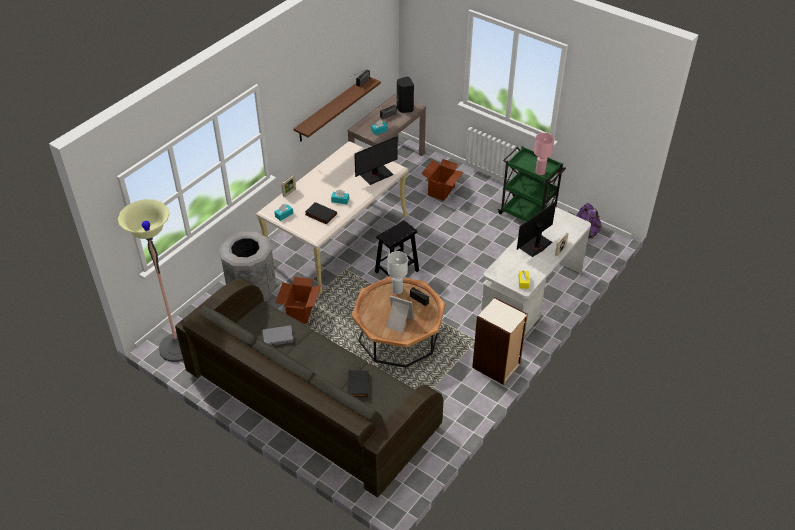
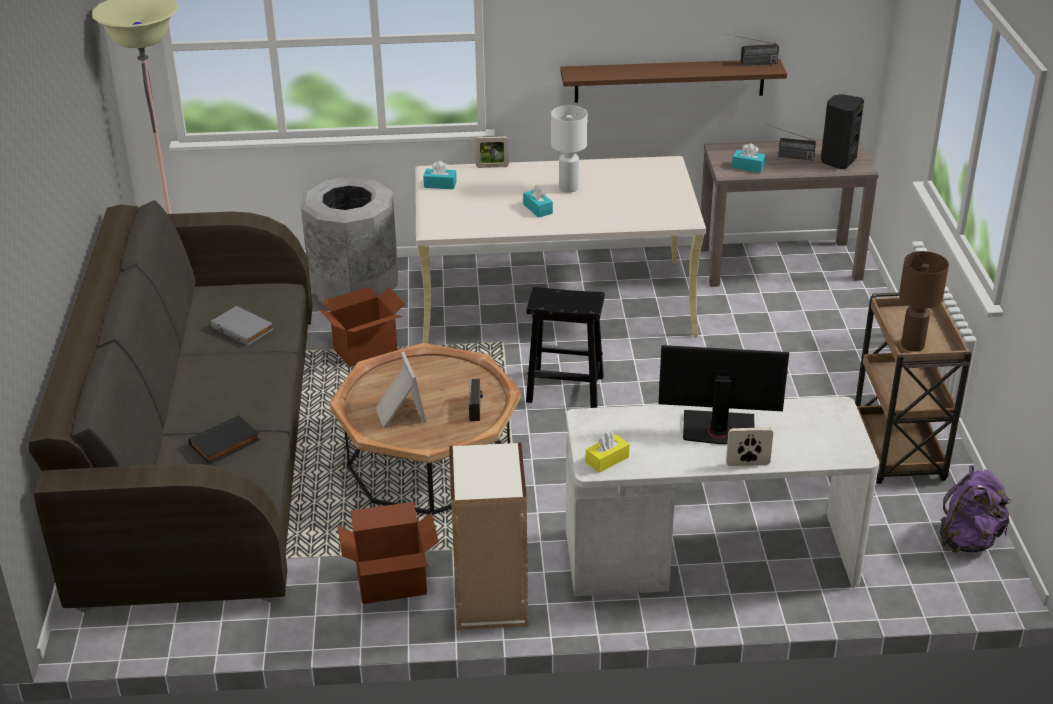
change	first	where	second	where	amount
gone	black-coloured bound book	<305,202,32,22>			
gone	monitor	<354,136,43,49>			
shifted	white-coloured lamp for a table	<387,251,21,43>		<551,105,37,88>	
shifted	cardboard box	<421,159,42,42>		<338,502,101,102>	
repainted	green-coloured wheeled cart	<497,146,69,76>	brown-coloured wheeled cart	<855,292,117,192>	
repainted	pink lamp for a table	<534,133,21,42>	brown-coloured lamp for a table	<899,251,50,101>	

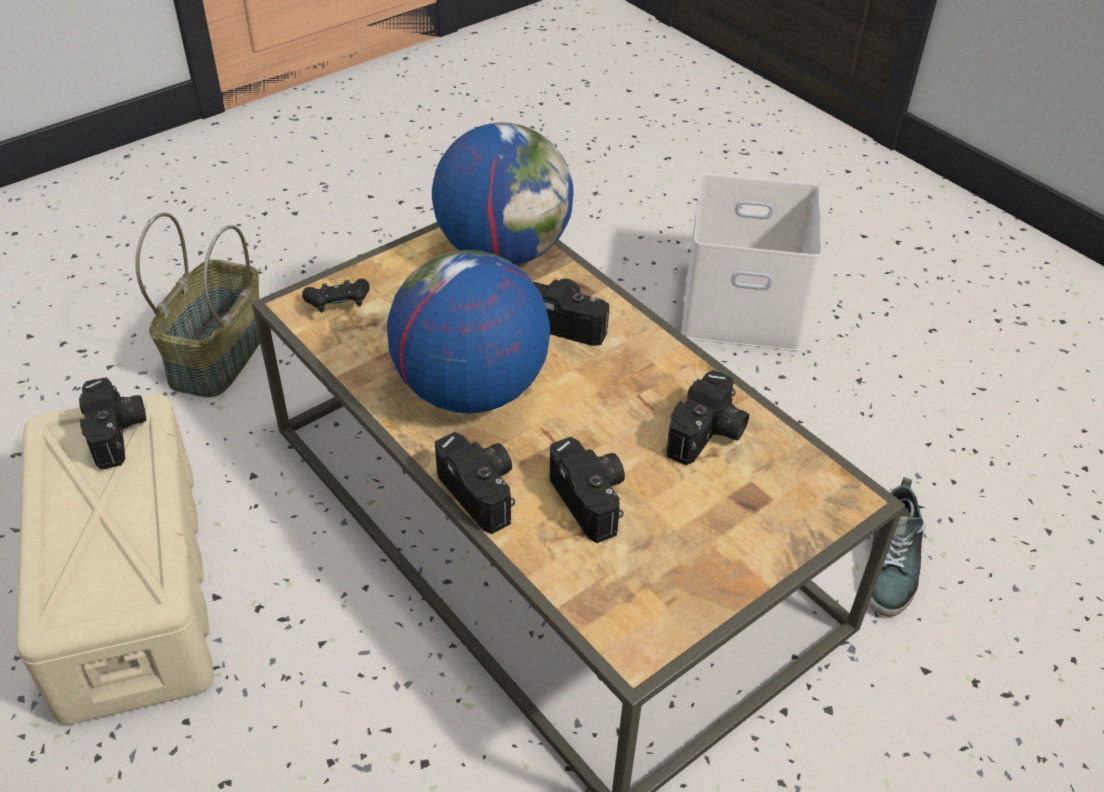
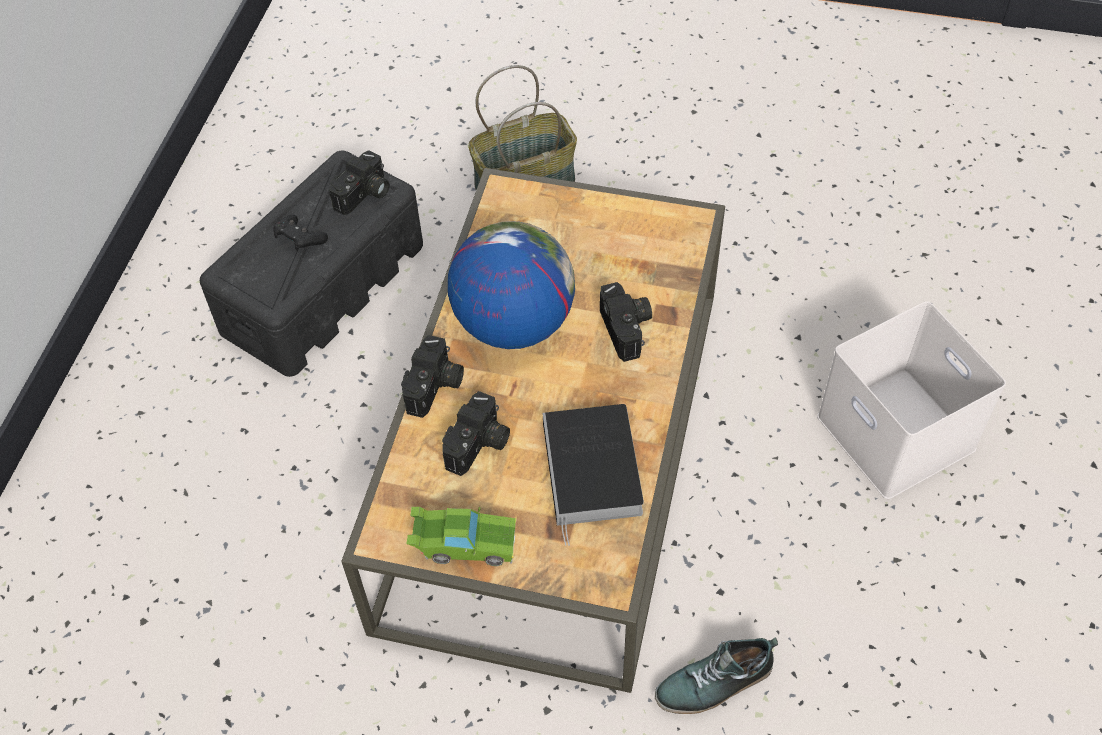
change	first	where	second	where	amount
repainted	beige-coloured storage bin	<16,394,198,331>	black-coloured storage bin	<200,151,223,226>	
shifted	black-coloured game controller	<302,279,68,34>		<273,215,55,36>	
gone	world globe	<432,122,142,143>			
swapped	still camera	<667,370,82,95>	bound book	<543,404,101,142>	
new			green-coloured model car	<407,507,110,59>	

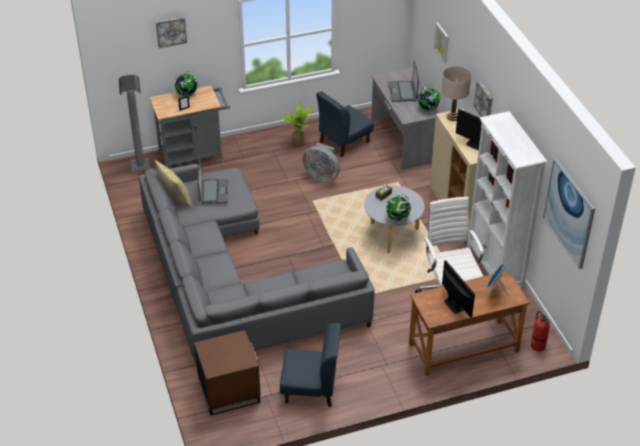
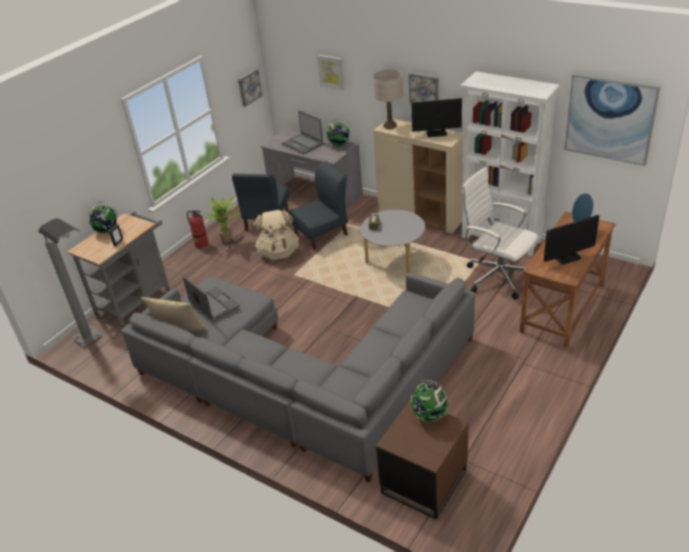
change	first	where	second	where	amount
shifted	wall picture	<156,17,31,31>		<238,69,24,38>	
shifted	blue-coloured upright chair	<280,323,61,84>		<288,161,60,88>	
swapped	grey electric fan	<303,142,37,40>	beige-coloured knapsack	<253,210,46,50>	
shifted	world globe	<386,193,25,28>		<409,380,39,42>	
rotated	monitor	<442,260,33,58>		<544,215,55,50>	135 degrees clockwise
shifted	extinguisher	<531,311,19,40>		<187,210,21,38>	

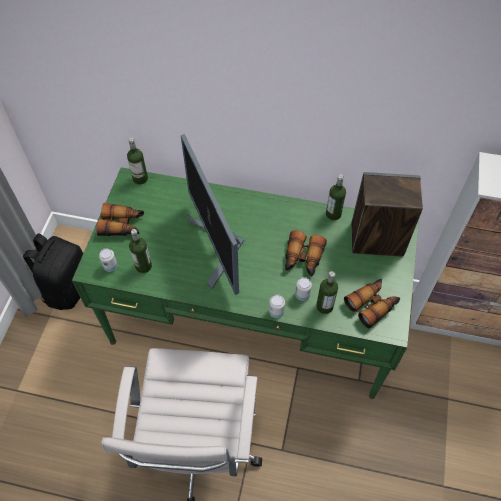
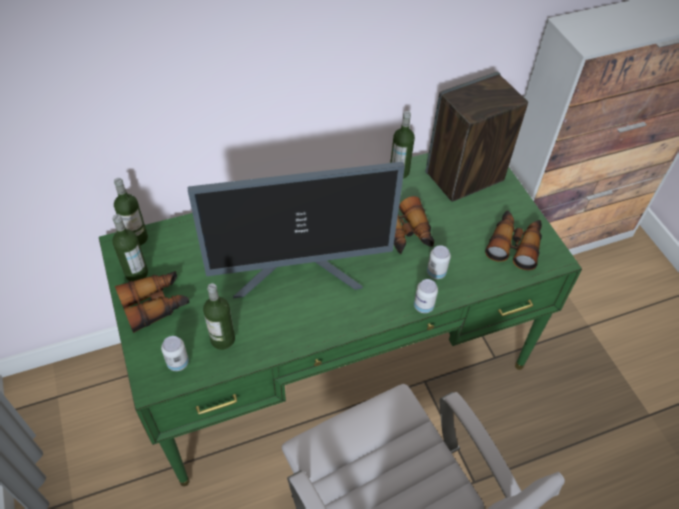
change	first	where	second	where	amount
gone	black-coloured knapsack	<23,233,60,77>			
rotated	monitor	<181,134,63,161>		<188,162,217,136>	45 degrees counterclockwise
shifted	beverage bottle	<316,271,22,43>		<112,214,36,67>	

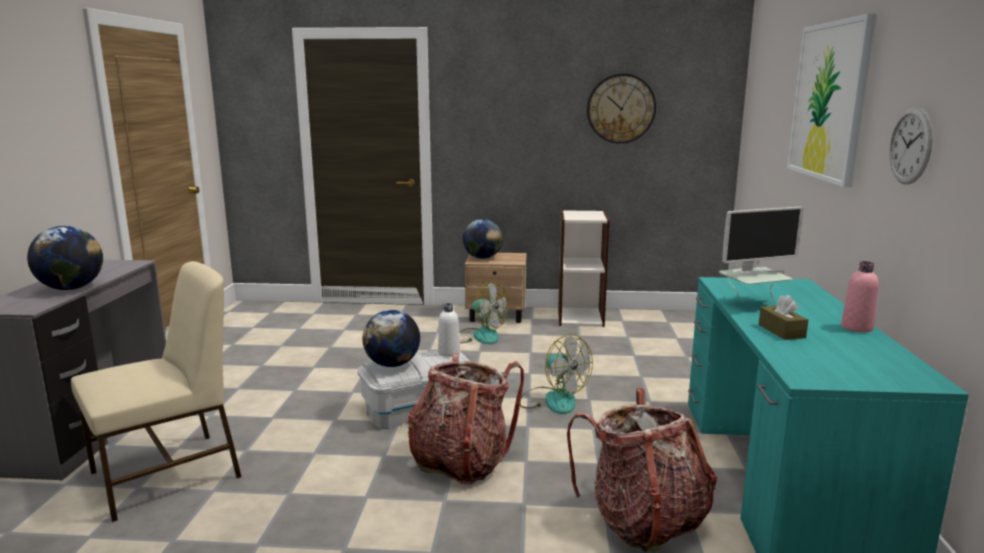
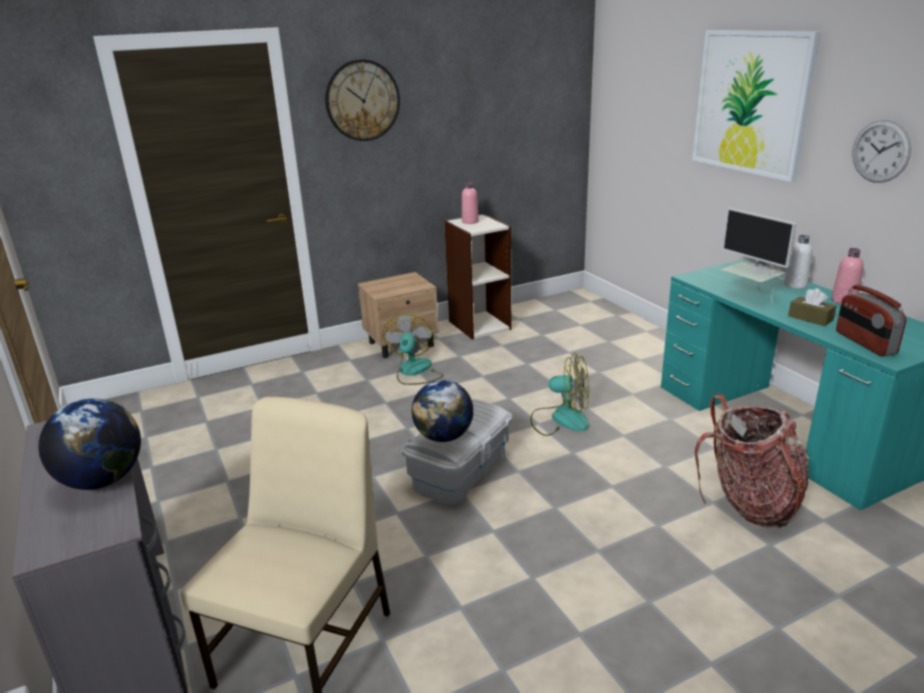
change	first	where	second	where	amount
gone	knapsack	<408,353,116,132>			
shifted	white-coloured beverage bottle	<438,303,22,54>		<784,235,29,54>	
rotated	electric fan	<459,281,50,63>		<383,314,60,71>	90 degrees counterclockwise
gone	world globe	<463,219,39,40>			
shifted	wall clock	<587,73,69,71>		<325,59,75,82>	
rotated	monitor	<719,207,84,95>		<722,208,74,95>	105 degrees clockwise
new			pink beverage bottle	<462,182,17,42>	
new			radio	<836,285,71,72>	

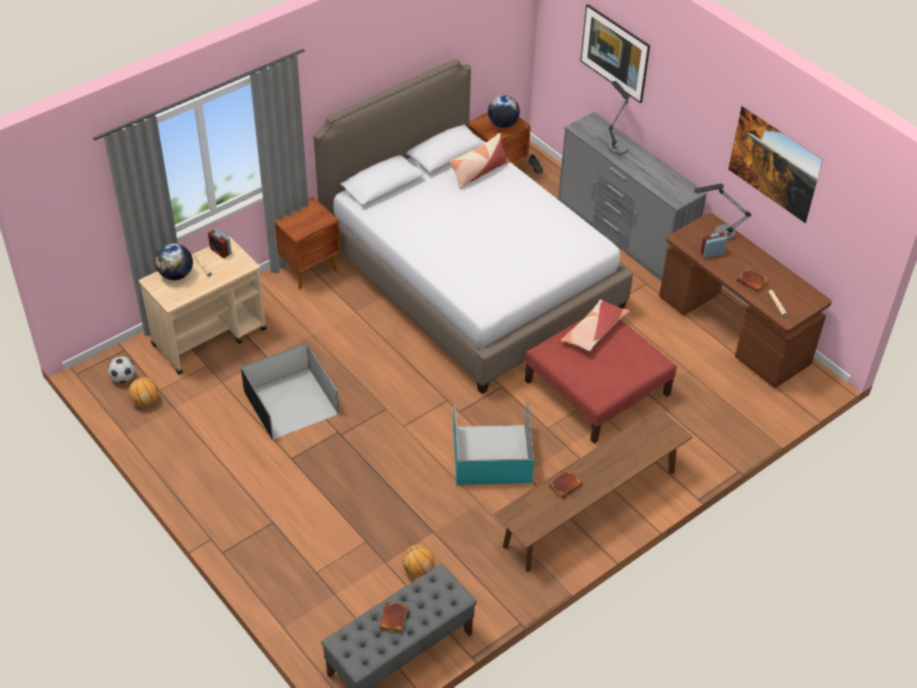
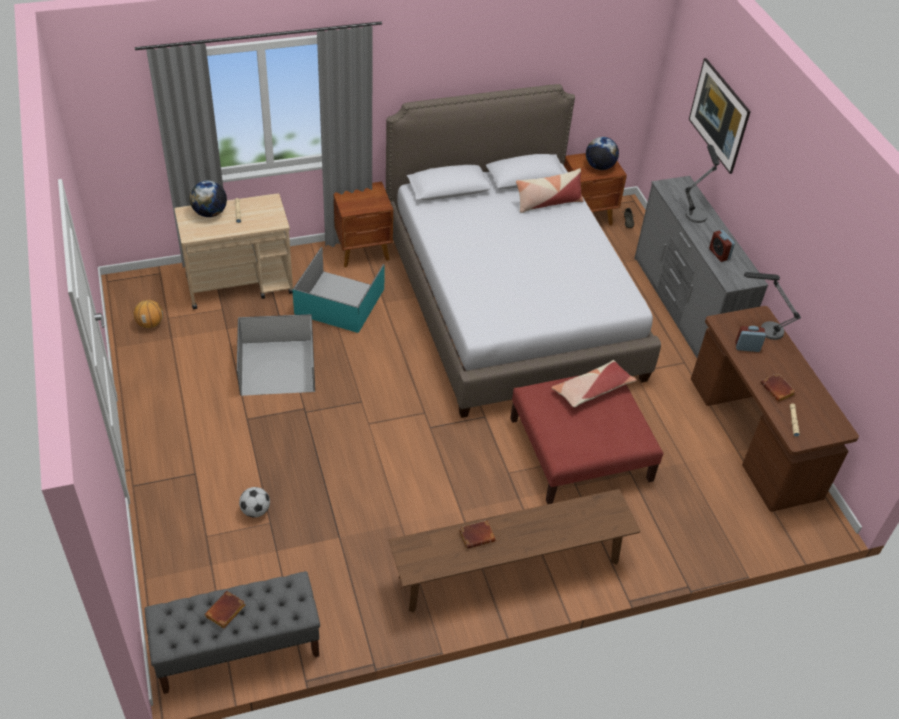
change	first	where	second	where	amount
shifted	ball for football	<108,357,27,26>		<239,487,31,31>	
shifted	alarm clock	<208,228,24,30>		<709,230,26,32>	
gone	basketball ball	<402,545,32,32>			
shifted	turquoise-coloured storage bin	<453,402,81,83>		<292,247,93,86>	
gone	wall picture	<728,106,95,118>			

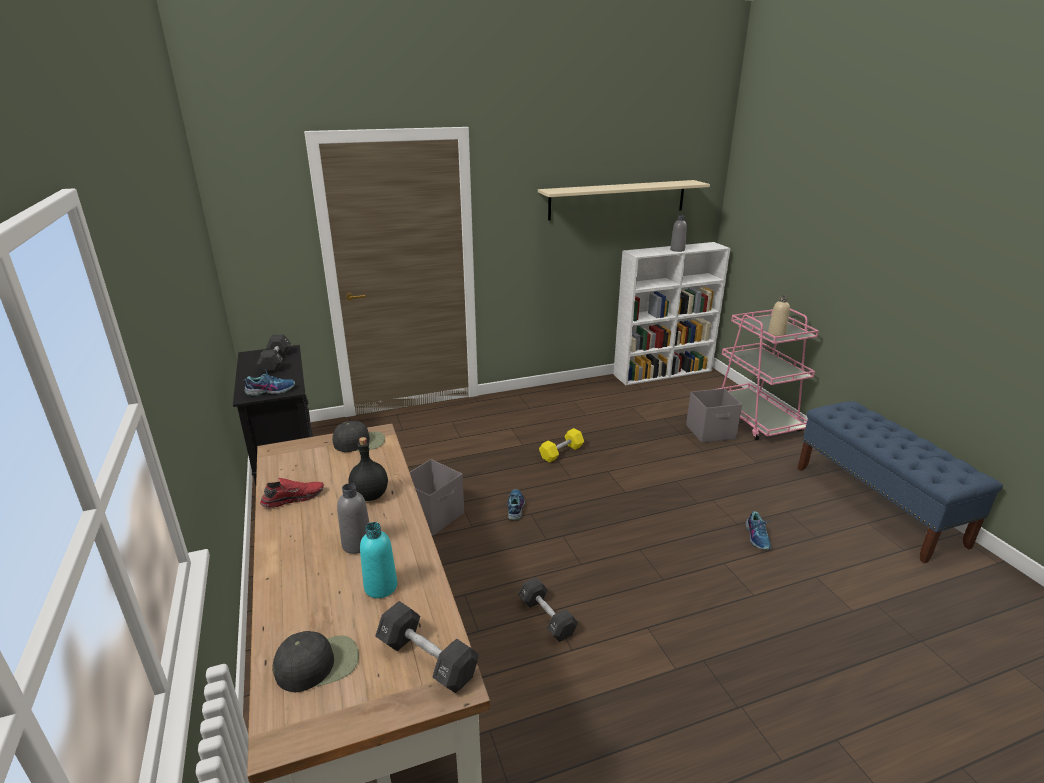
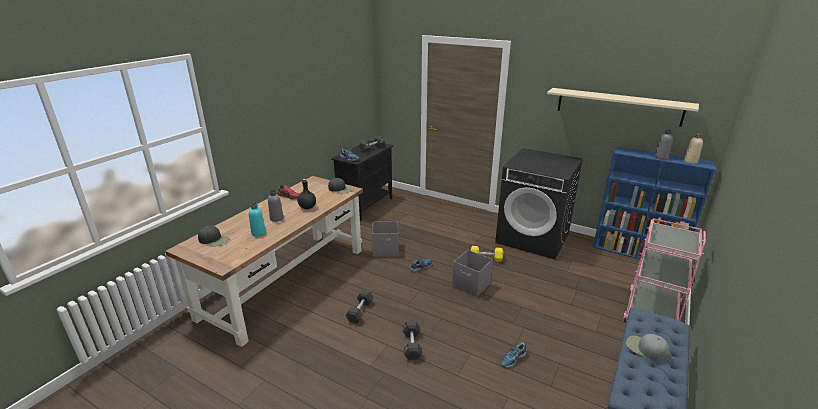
change	first	where	second	where	amount
shifted	black-coloured hand weight	<375,601,104,92>		<403,321,20,39>	
repainted	white-coloured bookcase	<613,242,118,143>	blue-coloured bookcase	<593,146,123,113>	
shifted	grey storage bin	<686,388,56,55>		<452,250,41,47>	
shifted	beige-coloured beverage bottle	<768,295,22,41>		<684,133,19,31>	
new			black-coloured washing machine	<495,148,88,111>	
new			grey cap	<626,334,43,27>	

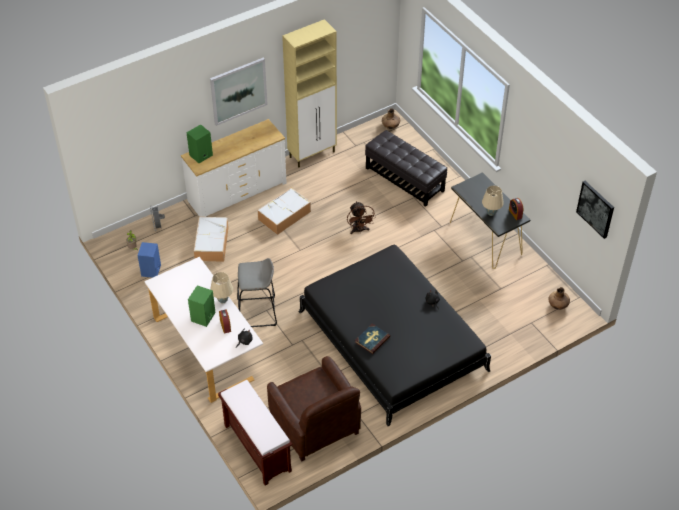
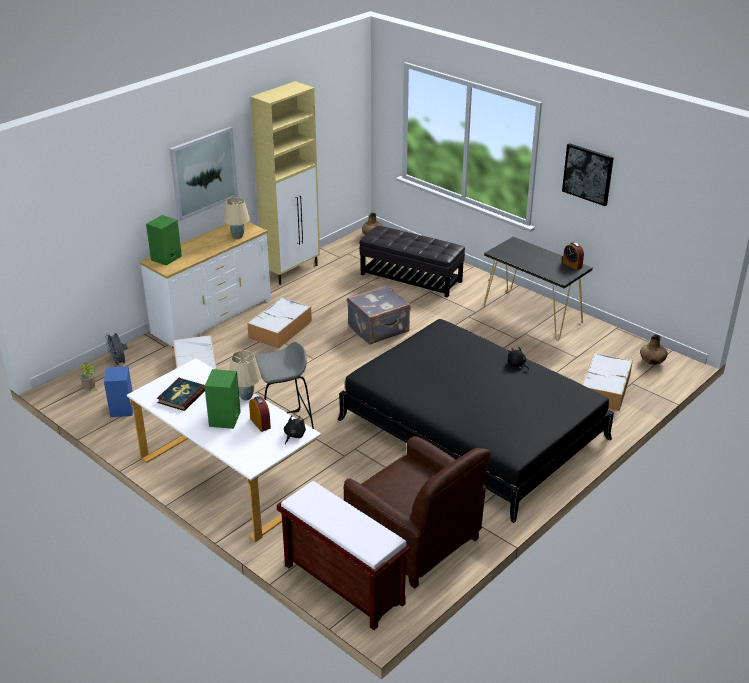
change	first	where	second	where	amount
swapped	brown-coloured electric fan	<347,201,29,33>	grey suitcase	<347,285,63,59>	
shifted	bound book	<355,323,35,31>		<157,378,48,33>	
shifted	beige-coloured lamp for a table	<482,186,22,30>		<223,197,27,42>	
shifted	wall picture	<576,181,38,58>		<562,143,52,63>	
new			storage bin	<582,353,51,58>	

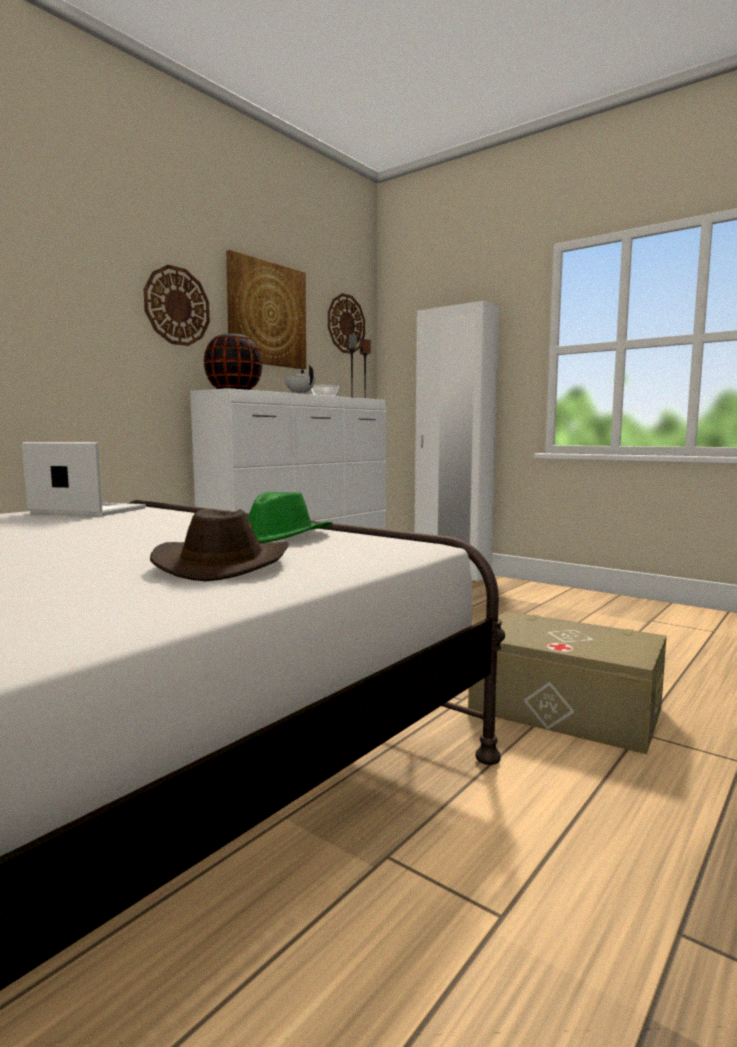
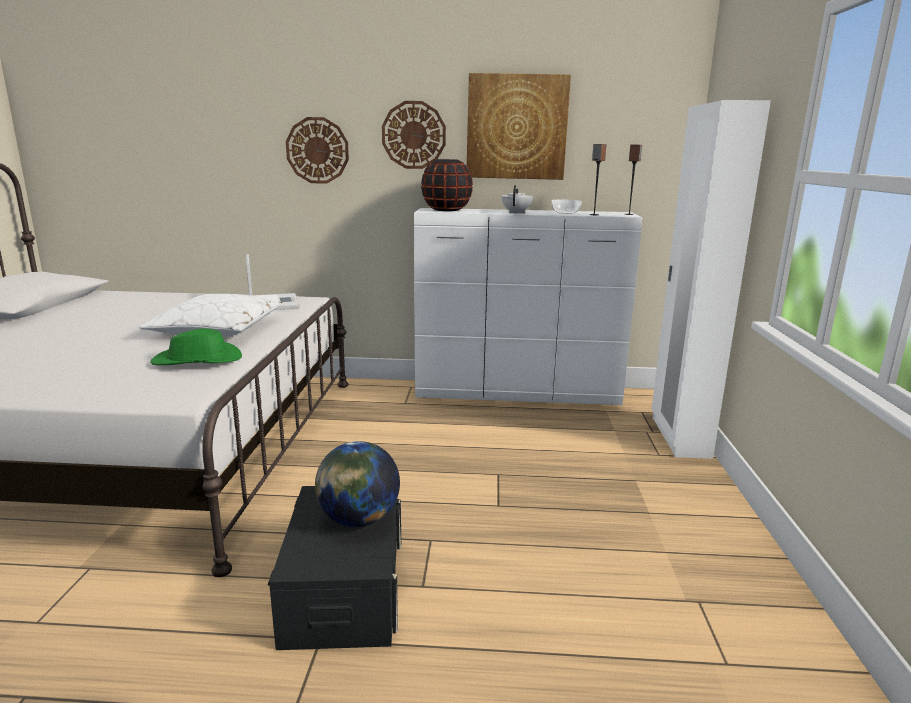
change	first	where	second	where	amount
gone	brown-coloured clothing hat	<150,509,139,73>			
shifted	wall clock	<328,293,37,61>		<286,117,63,67>	
repainted	beige-coloured storage bin	<468,611,199,143>	black-coloured storage bin	<268,486,133,164>	
new			white-coloured pillow	<139,294,144,43>	
new			world globe	<315,441,85,86>	

